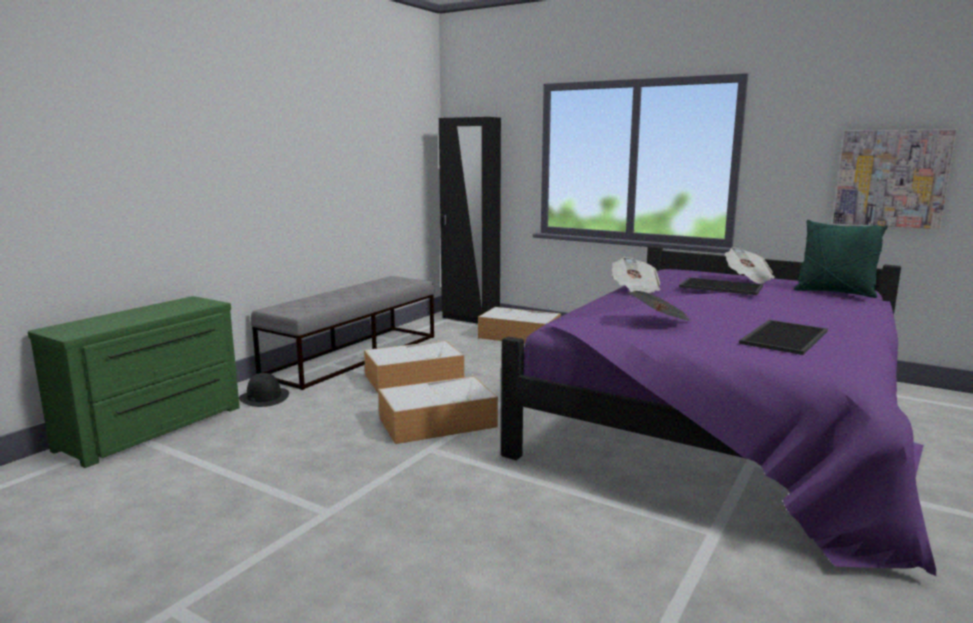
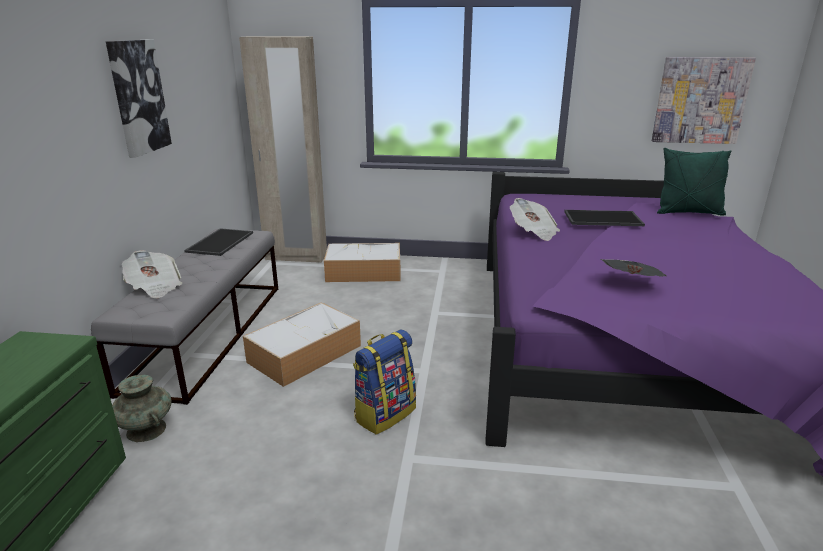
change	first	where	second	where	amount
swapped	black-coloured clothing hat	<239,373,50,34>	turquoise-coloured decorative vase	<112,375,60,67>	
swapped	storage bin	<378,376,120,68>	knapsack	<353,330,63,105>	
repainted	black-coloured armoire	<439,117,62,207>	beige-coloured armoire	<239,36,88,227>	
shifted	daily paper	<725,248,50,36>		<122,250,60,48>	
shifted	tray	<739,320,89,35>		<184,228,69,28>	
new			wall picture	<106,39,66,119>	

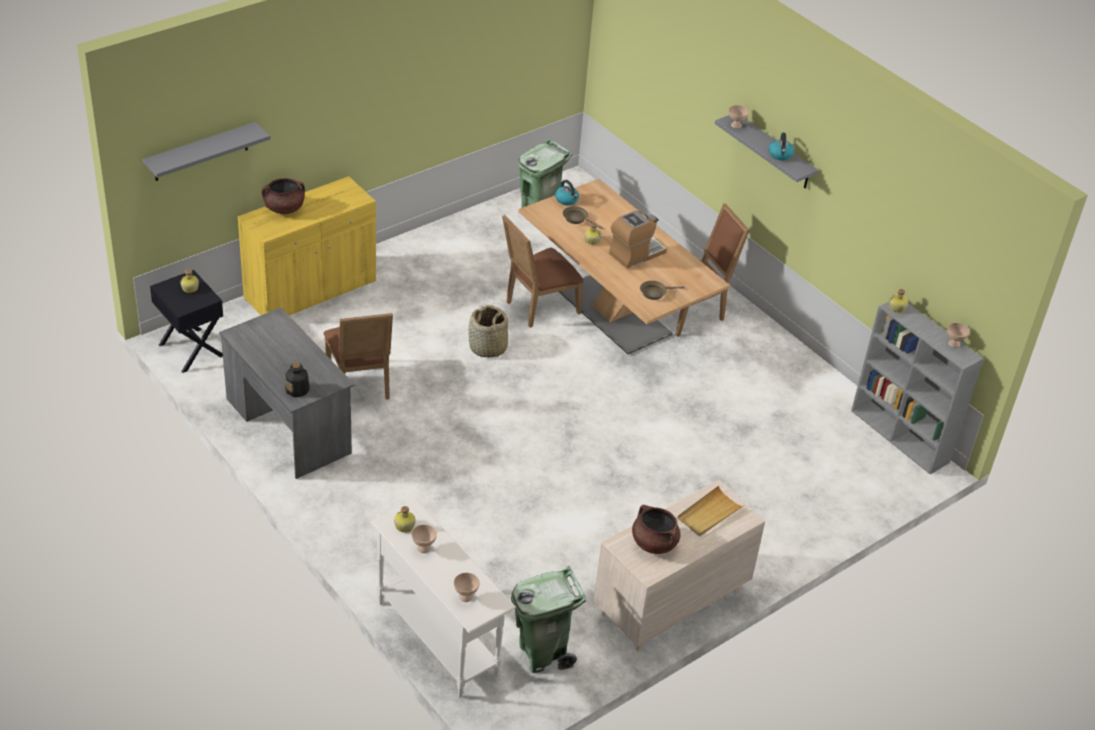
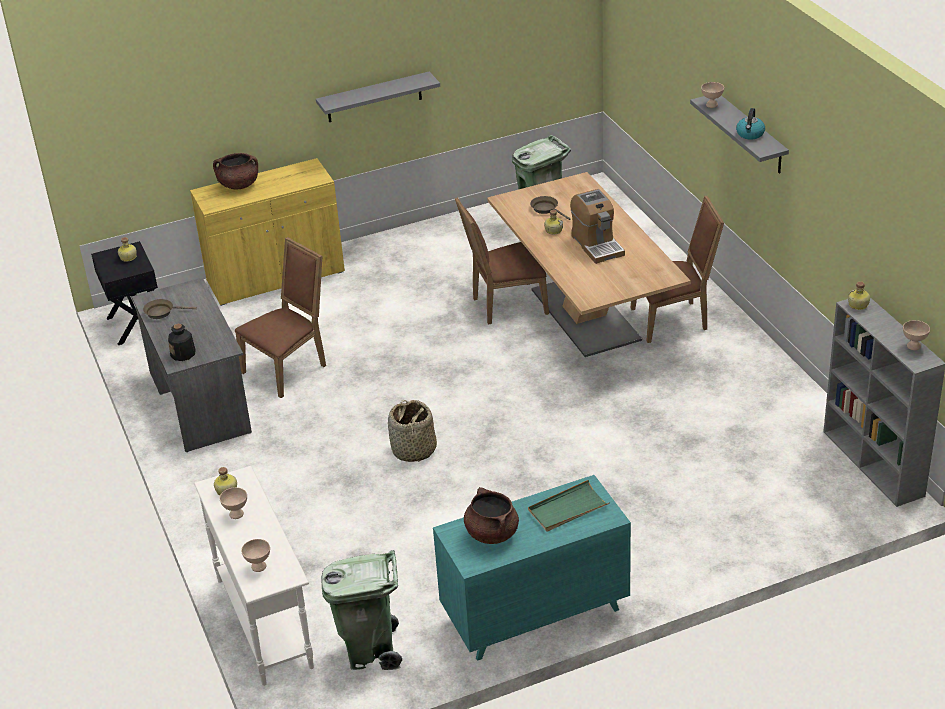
change	first	where	second	where	amount
shifted	grey wall shelf	<143,122,128,59>		<316,72,124,50>	
rotated	brown-coloured upright chair	<323,313,70,87>		<235,237,91,161>	135 degrees counterclockwise
shifted	basket	<468,305,40,53>		<388,400,49,62>	
gone	water kettle	<555,180,24,25>			
repainted	beige-coloured dresser	<594,480,171,171>	turquoise-coloured dresser	<433,475,198,186>	
rotated	coffee maker	<609,211,58,58>		<570,189,55,75>	90 degrees clockwise
shifted	brown-coloured pan	<640,281,45,19>		<143,299,54,20>	
repainted	beige-coloured tray	<677,486,67,51>	green-coloured tray	<528,480,82,51>	

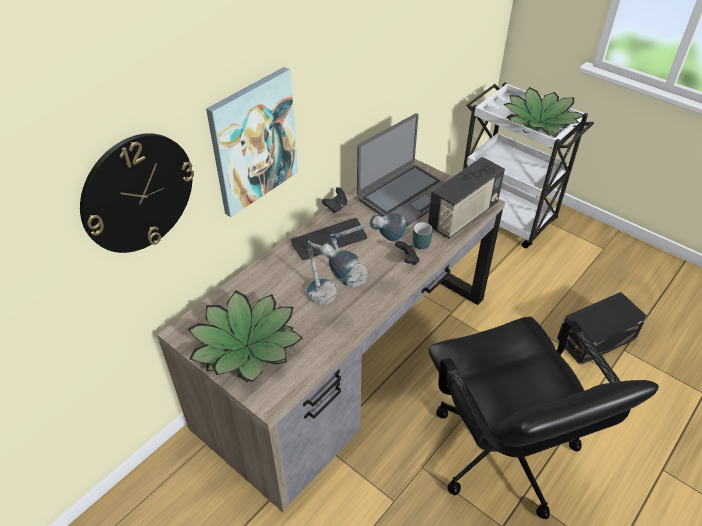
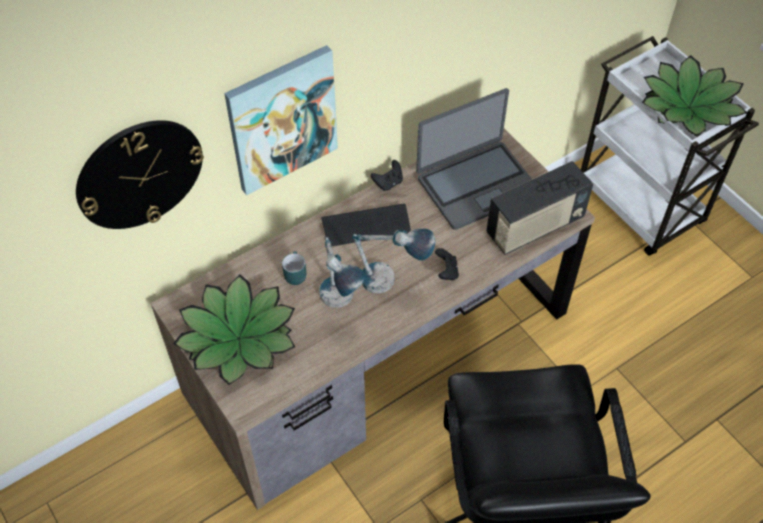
change	first	where	second	where	amount
shifted	turquoise-coloured tea mug	<413,222,20,27>		<282,251,24,34>	
gone	black-coloured storage bin	<557,292,90,73>			

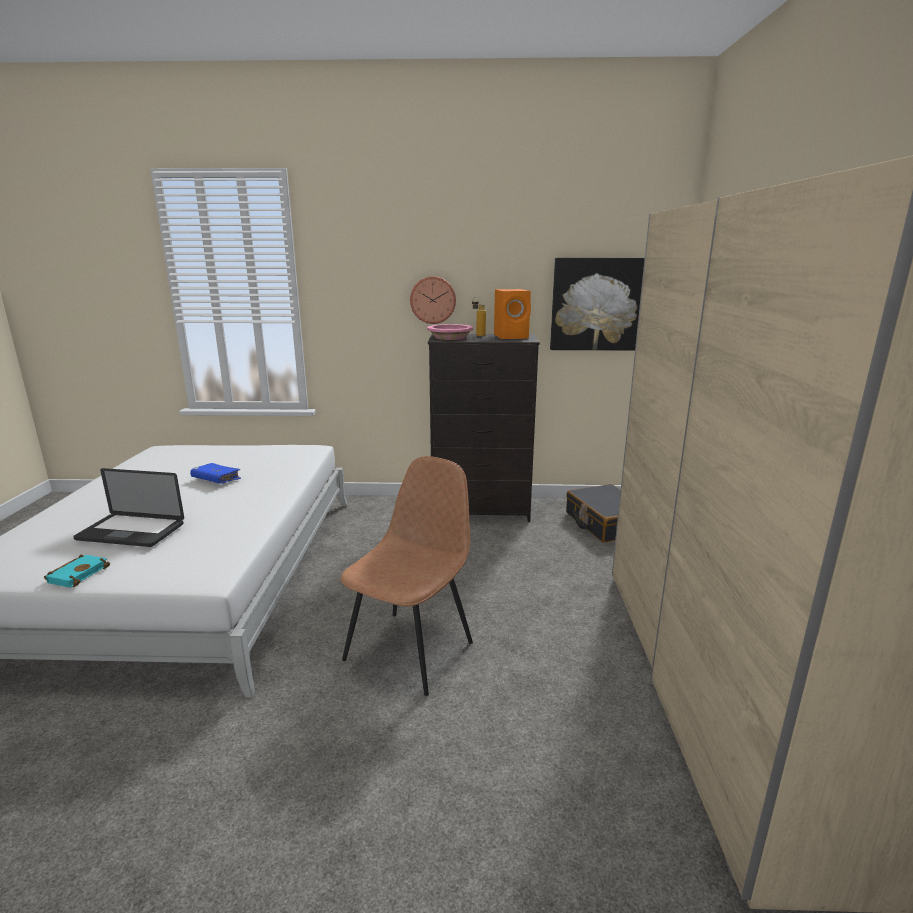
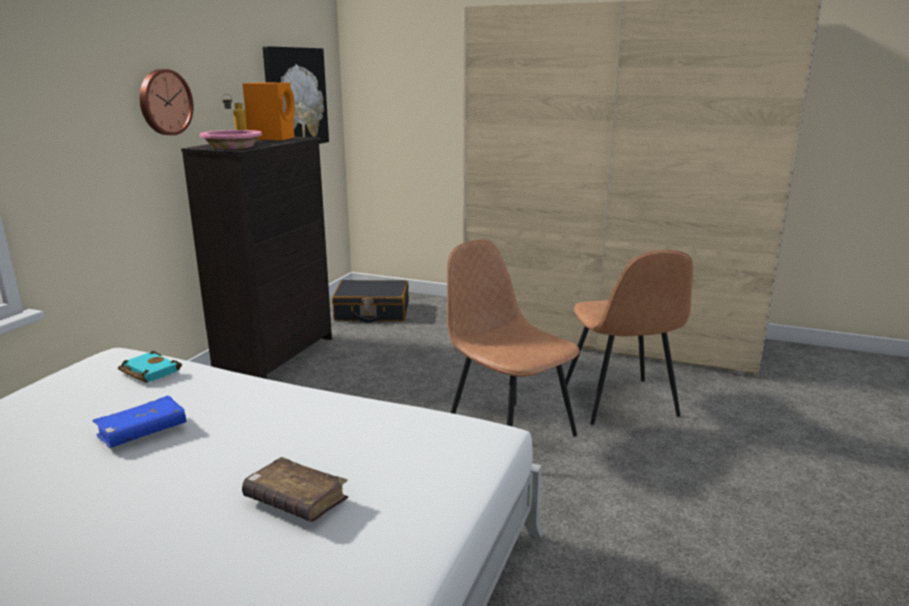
change	first	where	second	where	amount
shifted	turquoise-coloured bound book	<44,555,66,33>		<118,351,64,32>	
swapped	notebook computer	<73,468,111,79>	brown-coloured bound book	<242,457,107,65>	
new			brown-coloured upright chair	<565,250,128,175>	

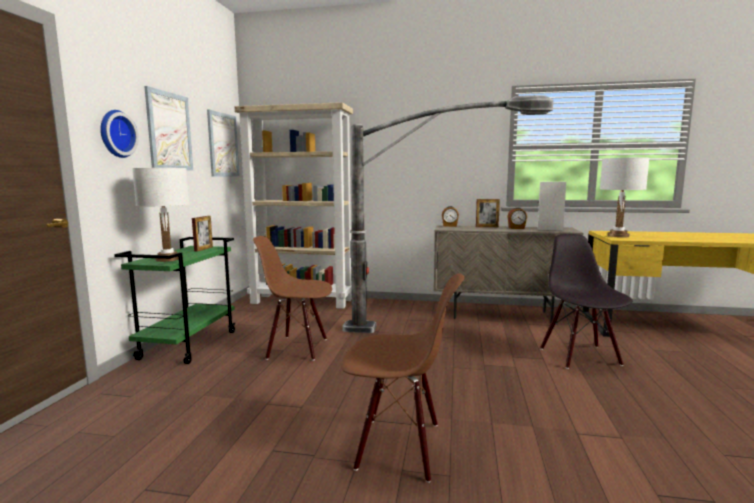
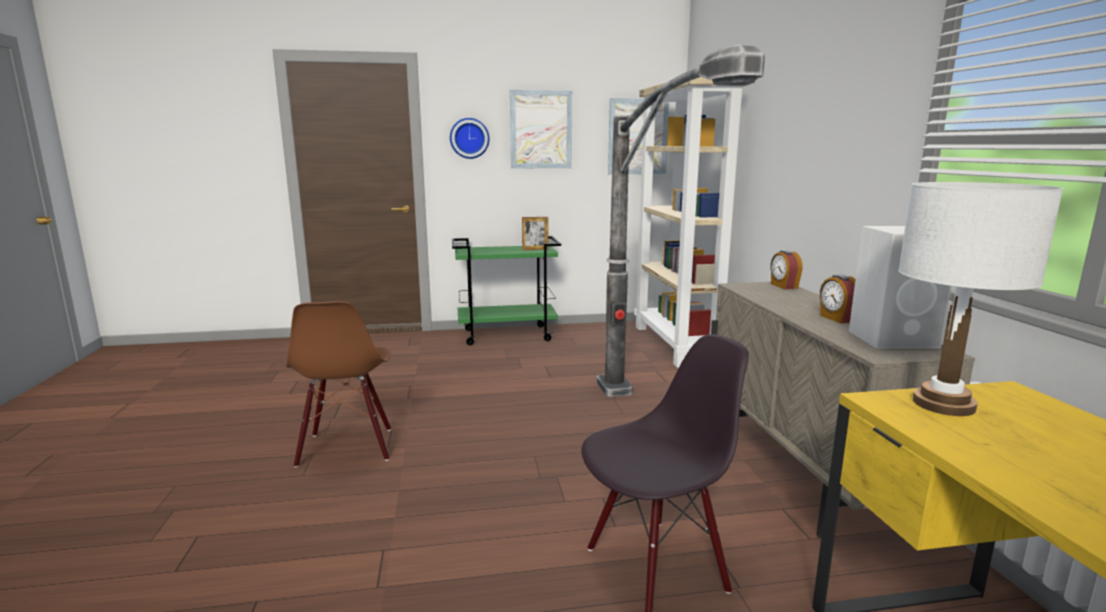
change	first	where	second	where	amount
gone	white-coloured lamp for a table	<132,168,57,94>			
gone	brown-coloured upright chair	<253,236,79,125>			
gone	standing frame	<476,199,24,28>			

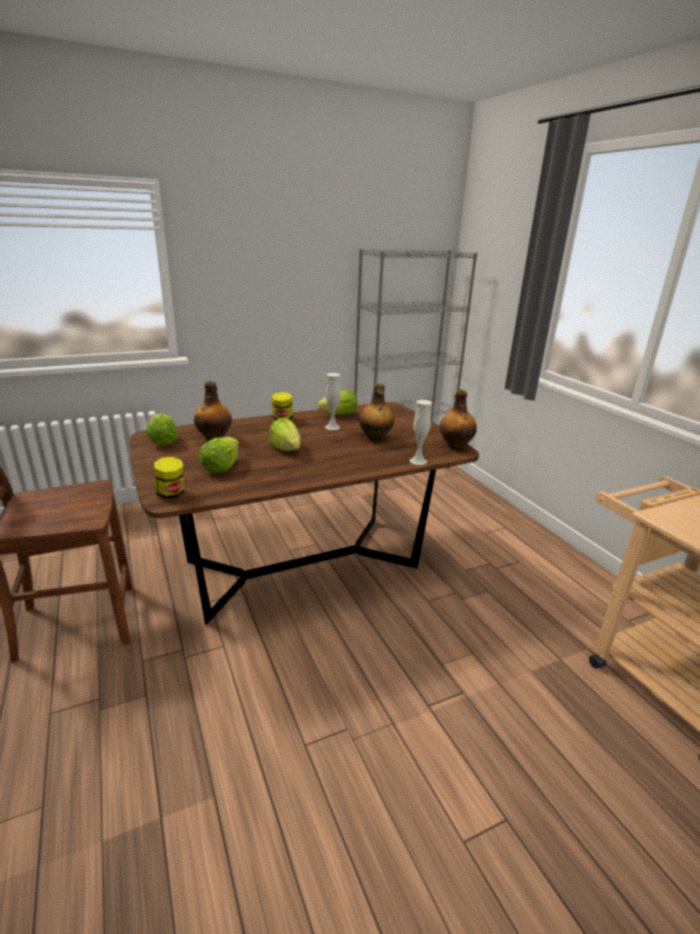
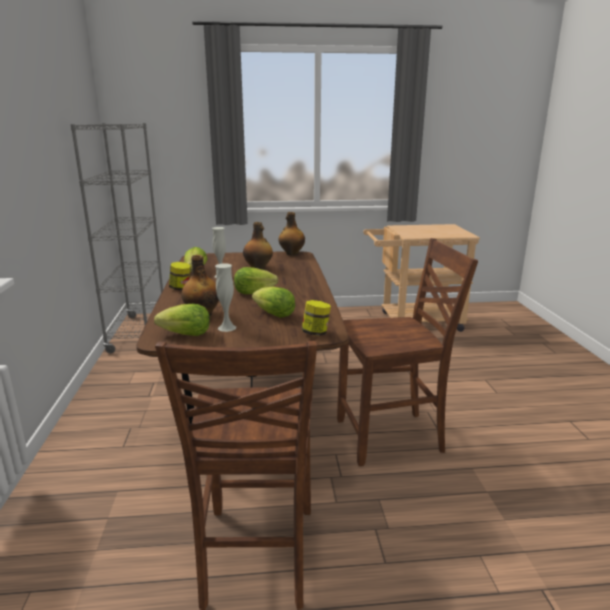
change	first	where	second	where	amount
shifted	white-coloured decorative vase	<410,400,22,65>		<215,264,21,68>	
new			brown-coloured upright chair	<337,238,141,228>	

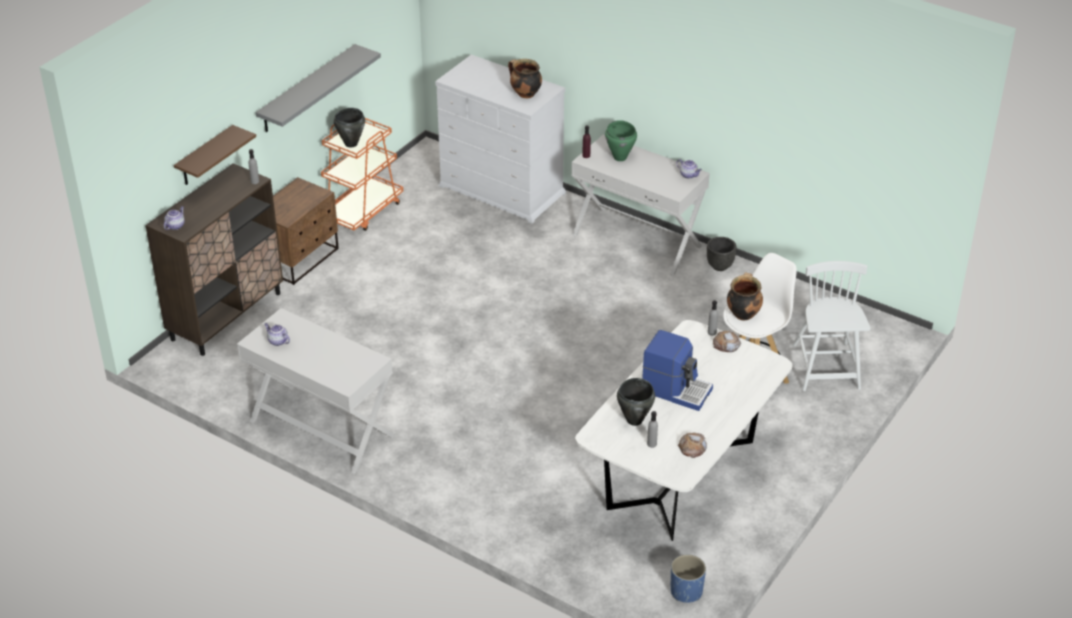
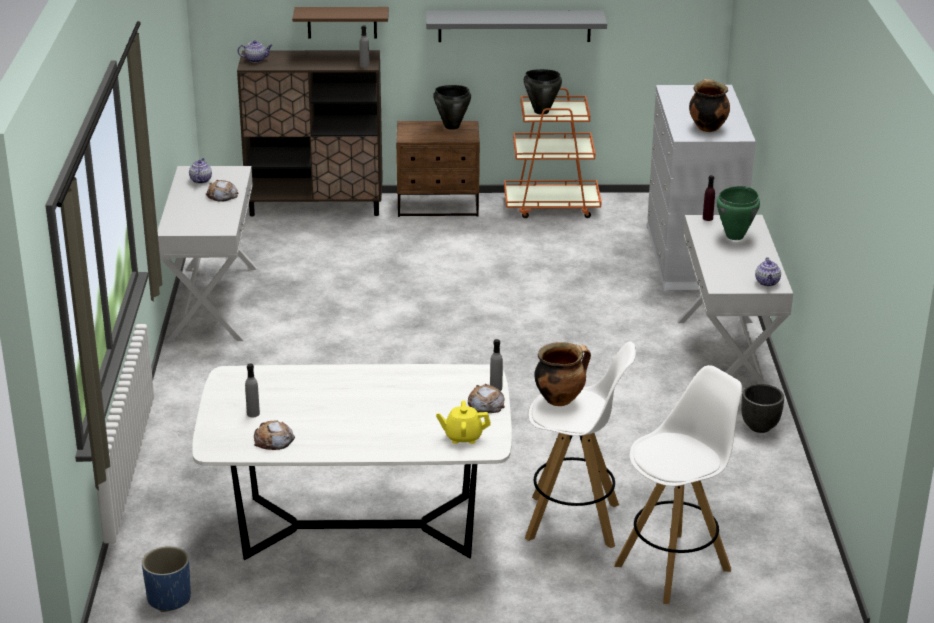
change	first	where	second	where	amount
shifted	black-coloured cooking pot	<617,378,38,48>		<433,85,38,45>	
gone	coffee maker	<642,330,71,81>			
swapped	white-coloured upright chair	<793,261,78,130>	white-coloured sitting stool	<614,365,128,239>	
new			bread	<206,180,33,22>	
new			yellowish teapot	<436,401,55,43>	

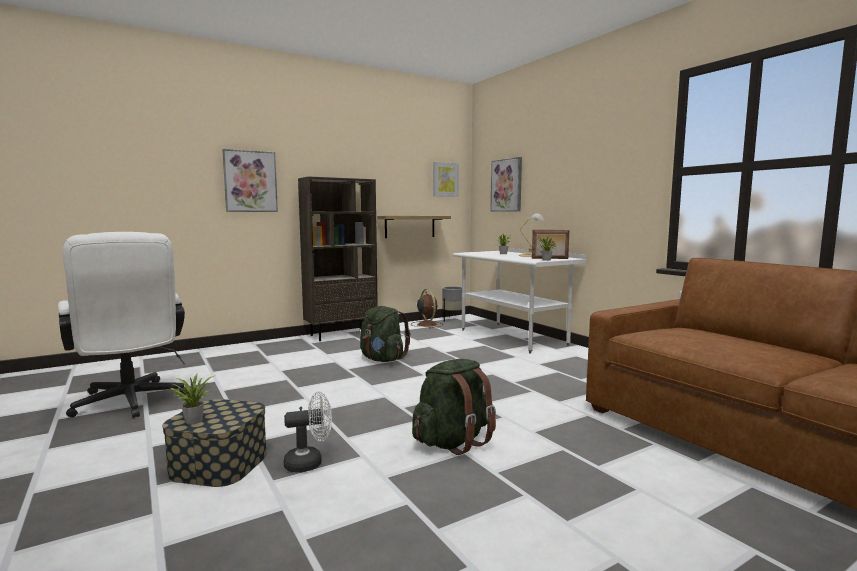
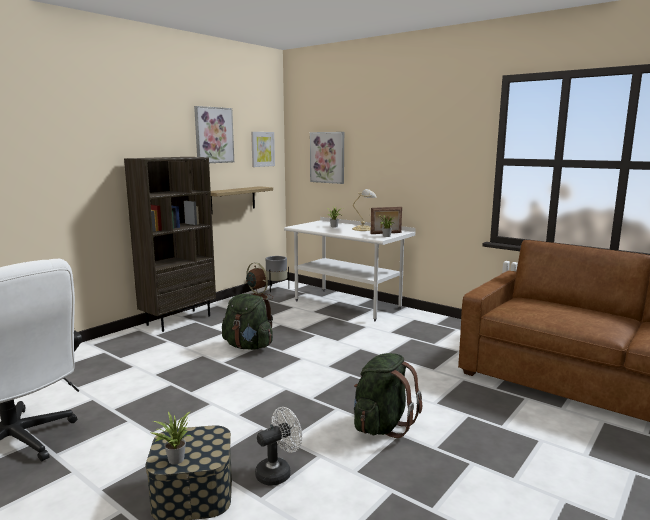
change	first	where	second	where	amount
shifted	wall picture	<222,149,56,63>		<194,106,40,57>	

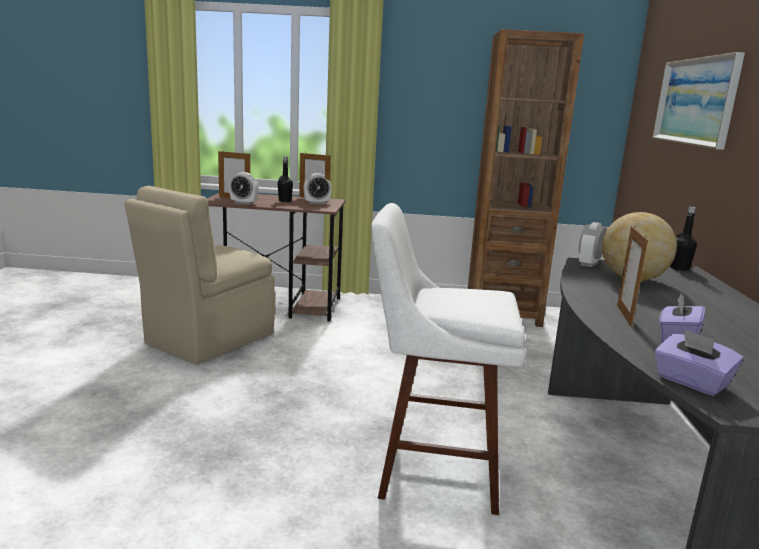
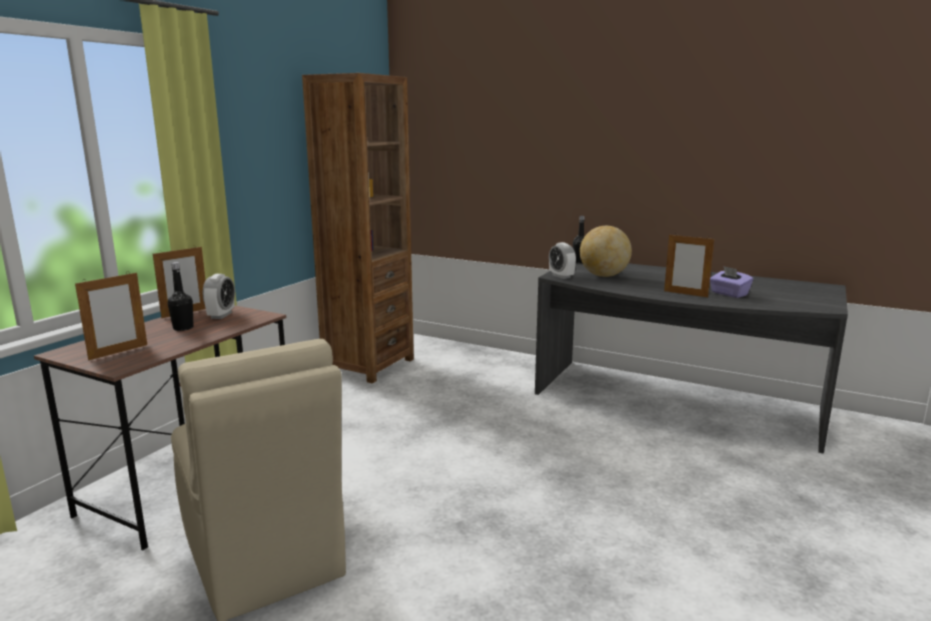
change	first	where	second	where	amount
gone	alarm clock	<229,172,30,33>			
gone	white-coloured sitting stool	<371,203,155,312>			
gone	wall picture	<653,52,92,98>			
gone	purple-coloured tissue holder	<654,329,89,67>			

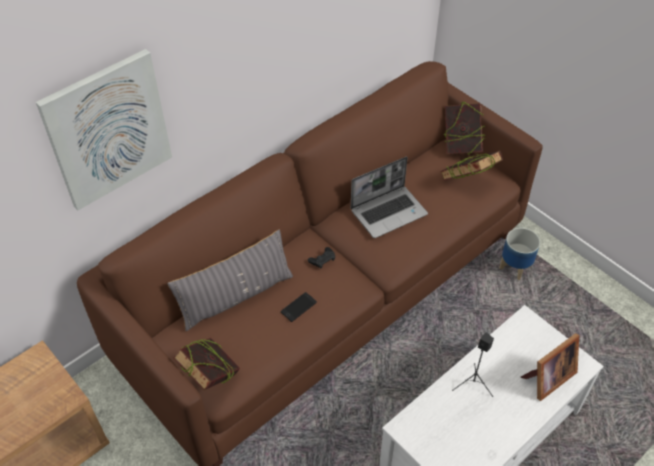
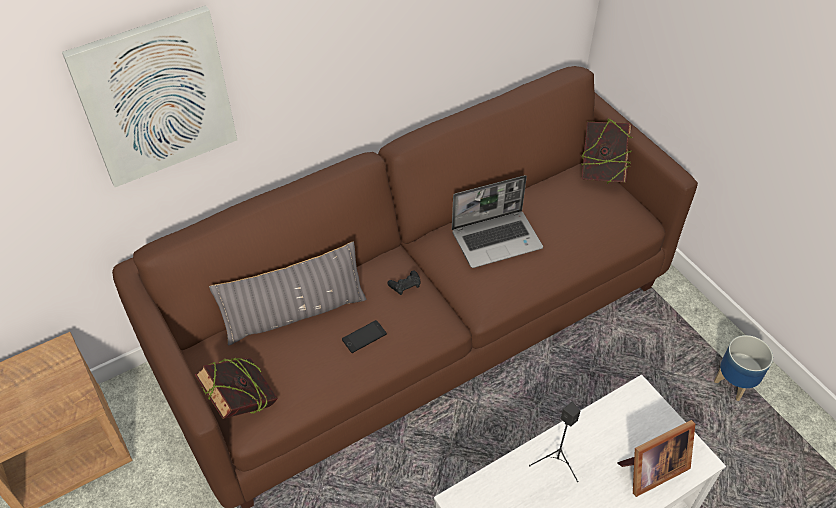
change	first	where	second	where	amount
gone	bound book	<440,151,63,29>			
shifted	flower pot	<499,228,41,52>		<714,335,59,66>	

